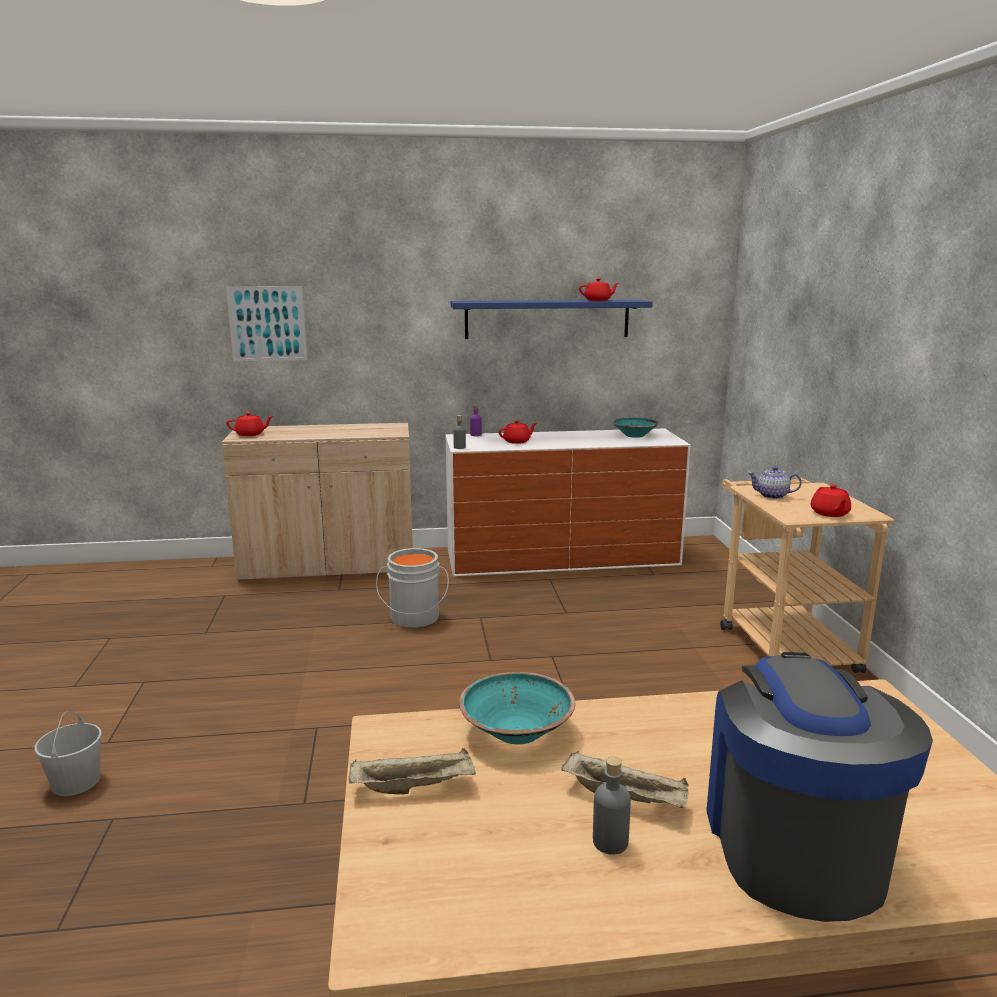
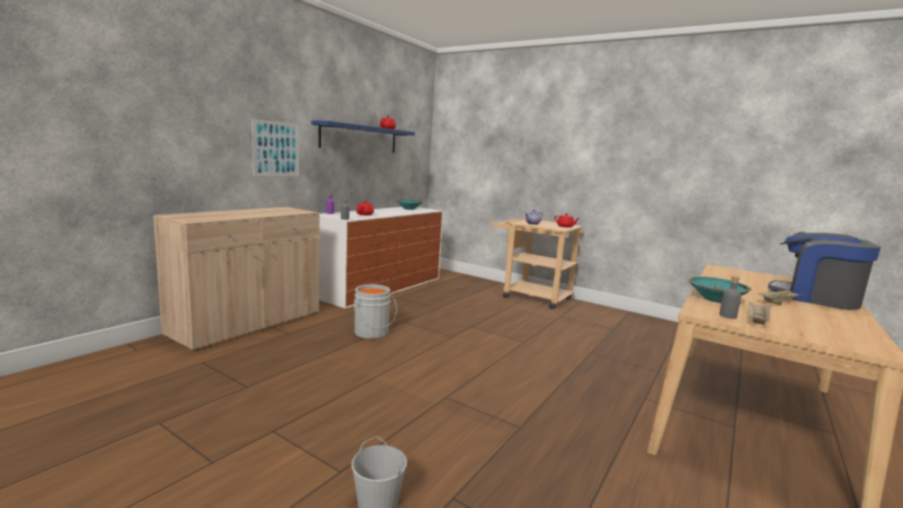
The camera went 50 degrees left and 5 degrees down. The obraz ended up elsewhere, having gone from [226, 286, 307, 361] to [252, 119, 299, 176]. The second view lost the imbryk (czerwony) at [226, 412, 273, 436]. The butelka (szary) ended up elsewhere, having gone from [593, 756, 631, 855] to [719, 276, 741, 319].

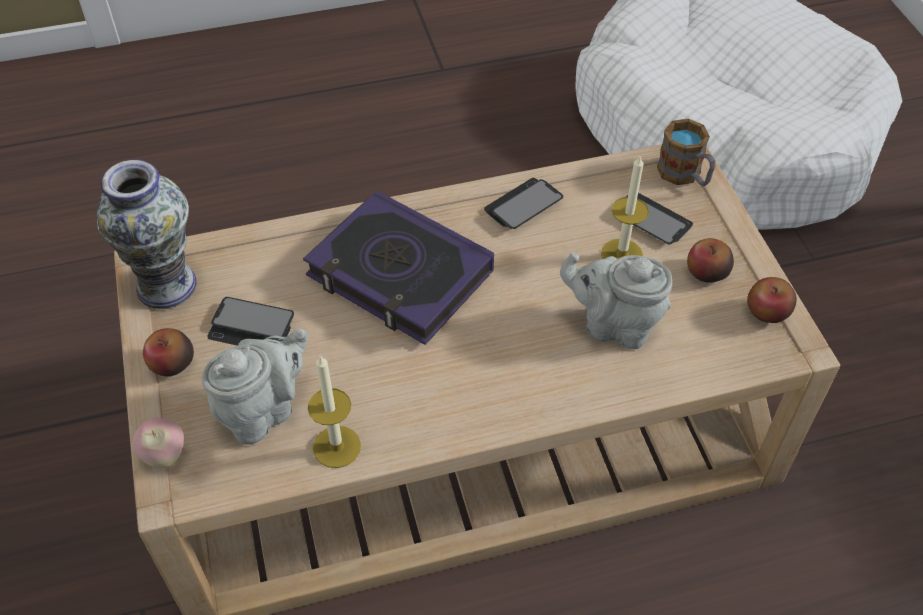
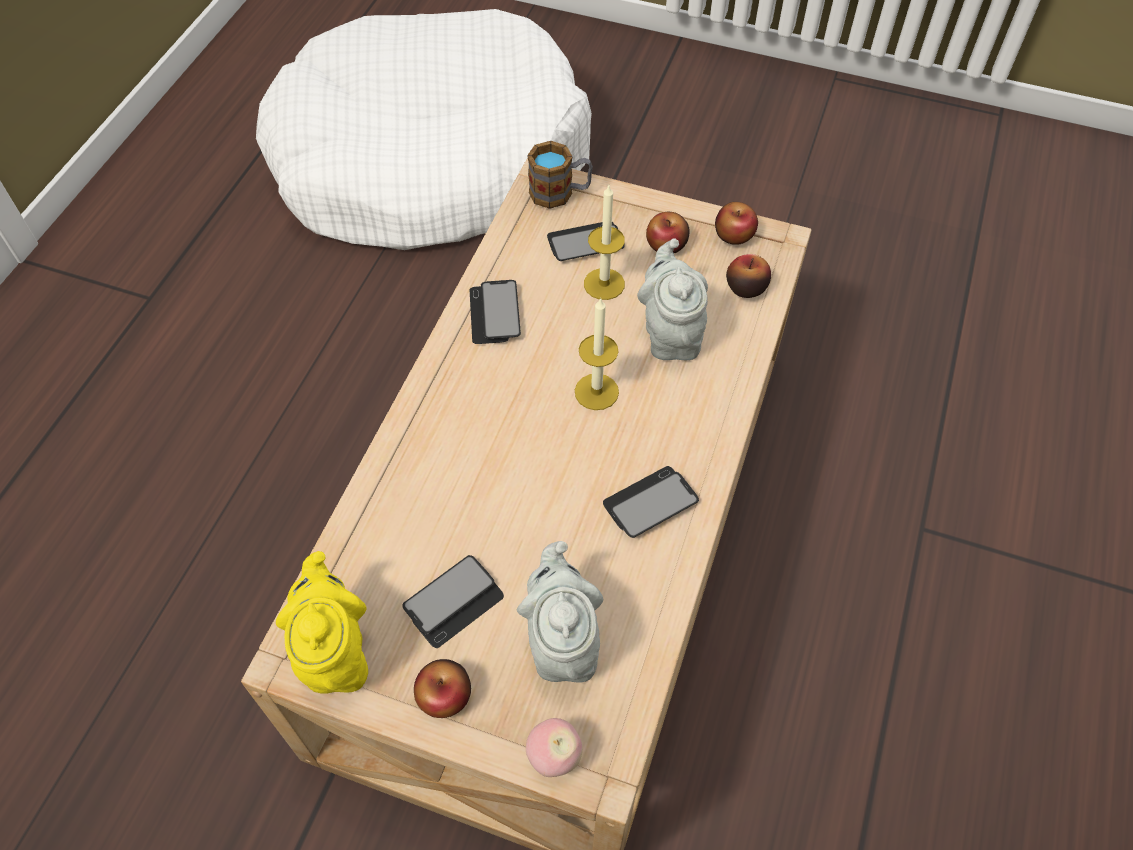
The camera went 55 degrees left and 5 degrees up. Where the wazon stood at [97, 159, 197, 309], the imbryk (żółty) came to stand at [276, 551, 368, 694]. The second view lost the książka at [303, 191, 494, 345]. The świeca ended up elsewhere, having gone from [308, 354, 361, 468] to [575, 297, 619, 410]. The imbryk (szary) at [560, 252, 672, 349] ended up facing another way, 120 degrees clockwise from before. The second view gained the telefon at [603, 466, 699, 538]. The second view gained the jabłko at [726, 254, 771, 298].

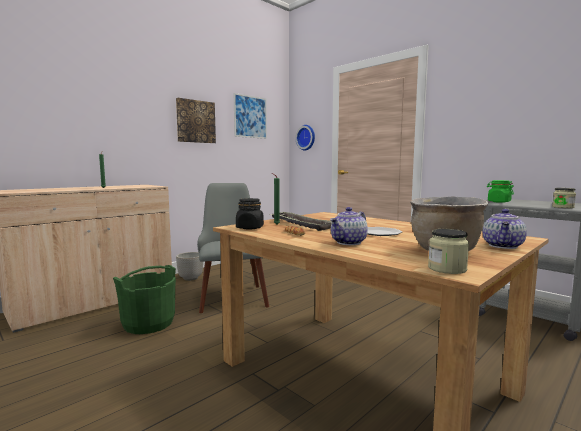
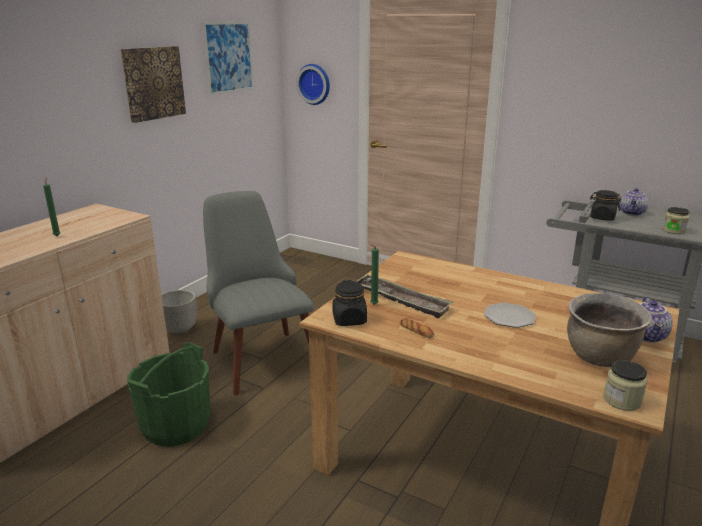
The camera went 15 degrees left and 15 degrees up. The imbryk ended up elsewhere, having gone from [330, 207, 368, 245] to [619, 188, 649, 216]. What was the słoik (zielony) at [487, 180, 514, 203] turned into the słoik (czarny) at [590, 190, 621, 221].

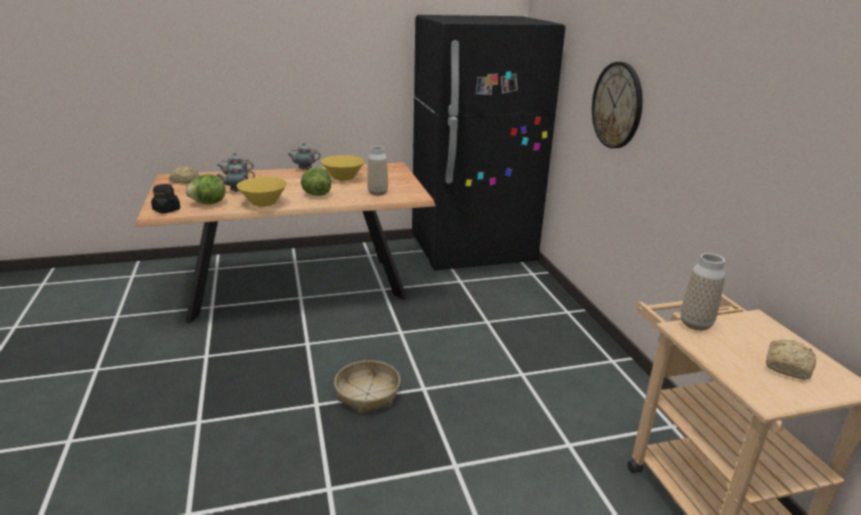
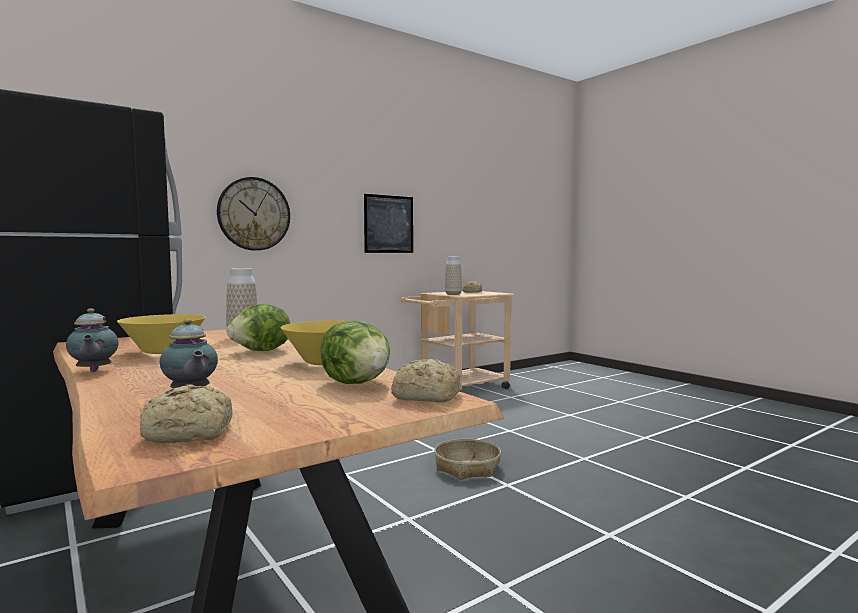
The camera went 110 degrees left and 20 degrees down. Where the słoik (czarny) stood at [151, 184, 180, 214], the chleb came to stand at [391, 359, 461, 403]. The second view lost the imbryk at [216, 162, 255, 192]. The second view gained the obraz at [364, 194, 413, 253].

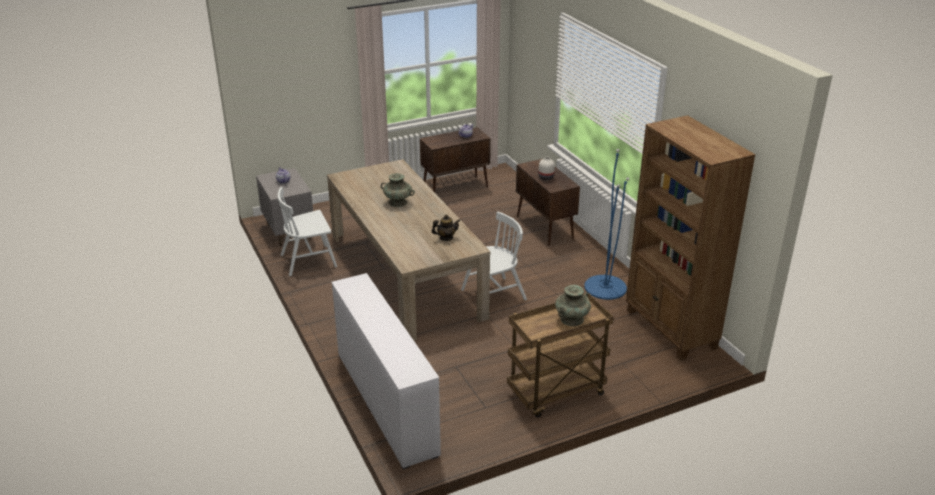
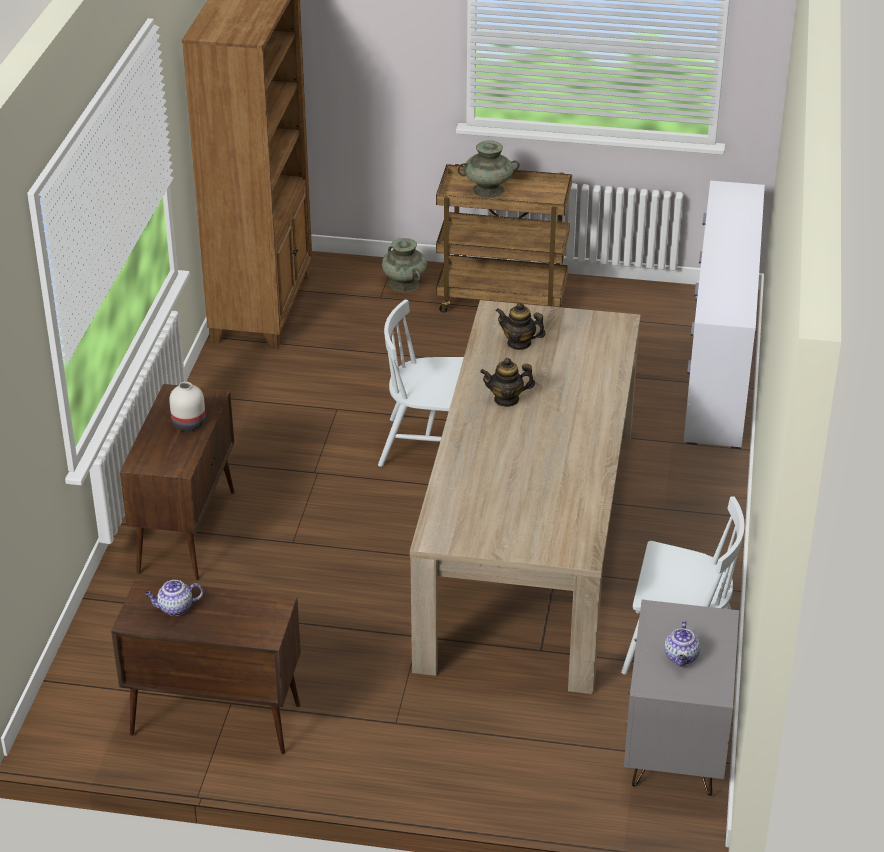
The camera went 145 degrees left and 5 degrees up. The wazon (turkusowy) ended up elsewhere, having gone from [381, 173, 415, 207] to [382, 238, 427, 292]. The second view lost the lampa stojąca (niebieski) at [584, 149, 629, 300]. The second view gained the imbryk at [480, 358, 535, 407].

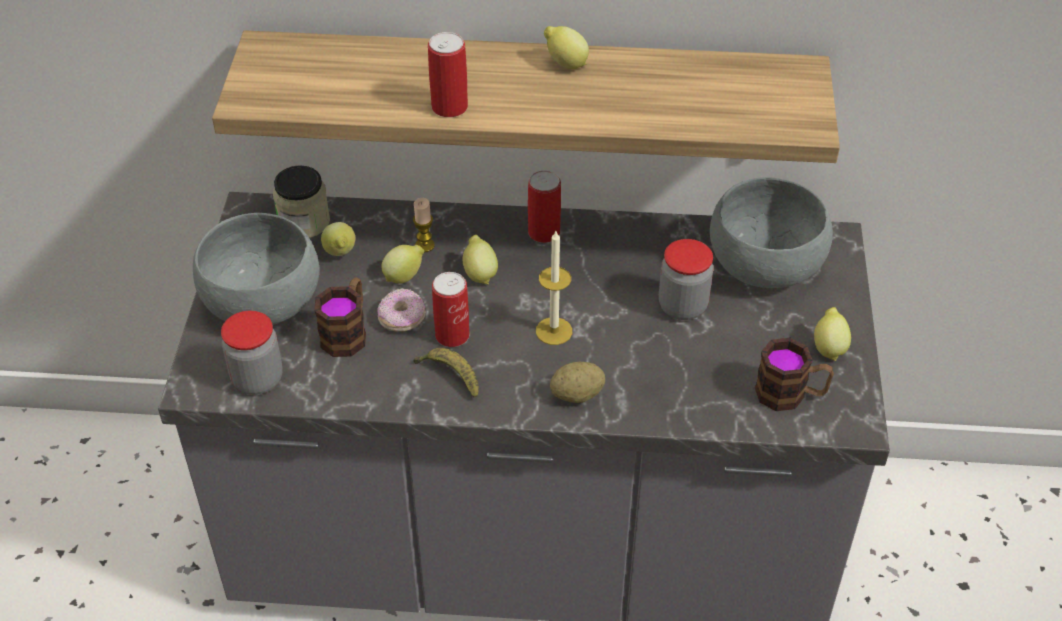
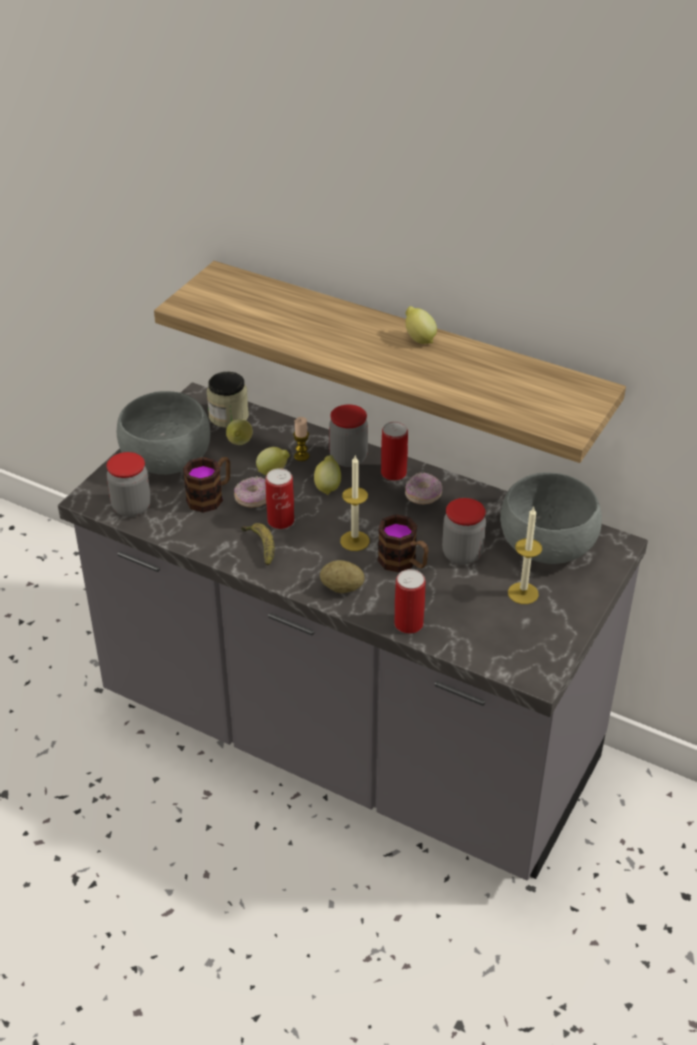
The camera went 25 degrees right and 5 degrees down. The puszka ended up elsewhere, having gone from [428, 32, 468, 117] to [394, 569, 425, 634]. The kubek ended up elsewhere, having gone from [755, 338, 834, 411] to [377, 514, 429, 572]. The second view lost the cytryna at [814, 307, 851, 361]. The second view gained the słoik at [329, 404, 368, 467]. The second view gained the donut at [405, 473, 442, 504]. The second view gained the świeca at [508, 507, 542, 604].

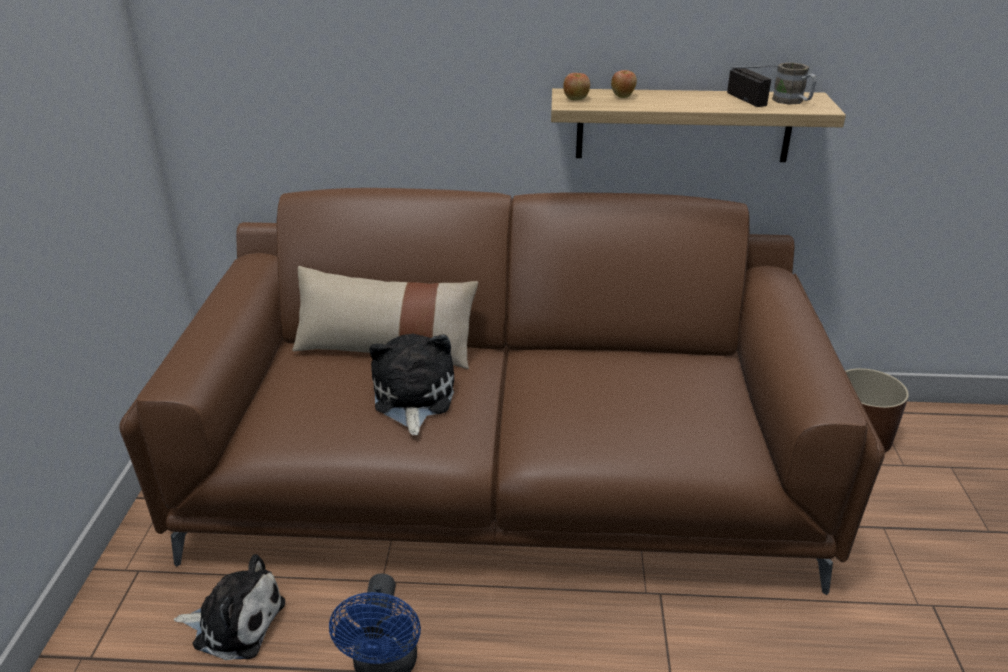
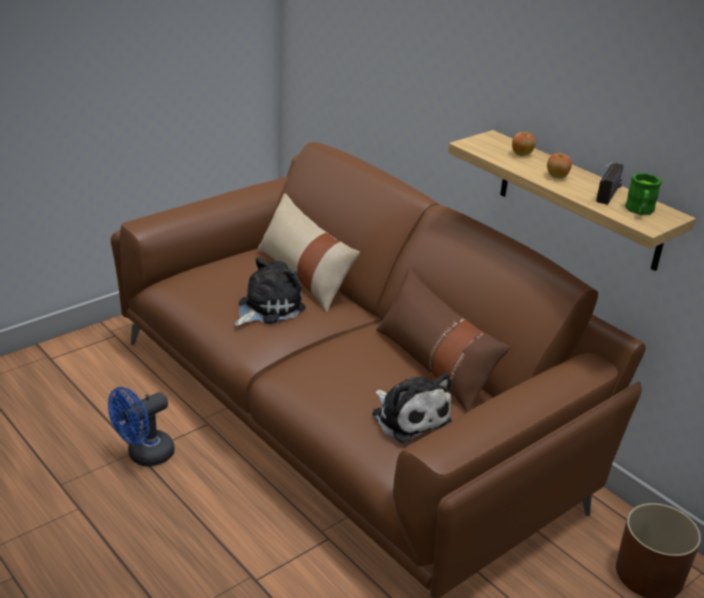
The camera went 45 degrees right and 0 degrees up. The pluszak ended up elsewhere, having gone from [174, 554, 285, 660] to [372, 373, 452, 443]. The jabłko ended up elsewhere, having gone from [563, 73, 590, 100] to [547, 153, 572, 179]. What was the kubek (brązowy) at [772, 63, 816, 105] turned into the kubek (zielony) at [625, 173, 662, 215]. The second view gained the poduszka (brązowy) at [376, 268, 510, 412].

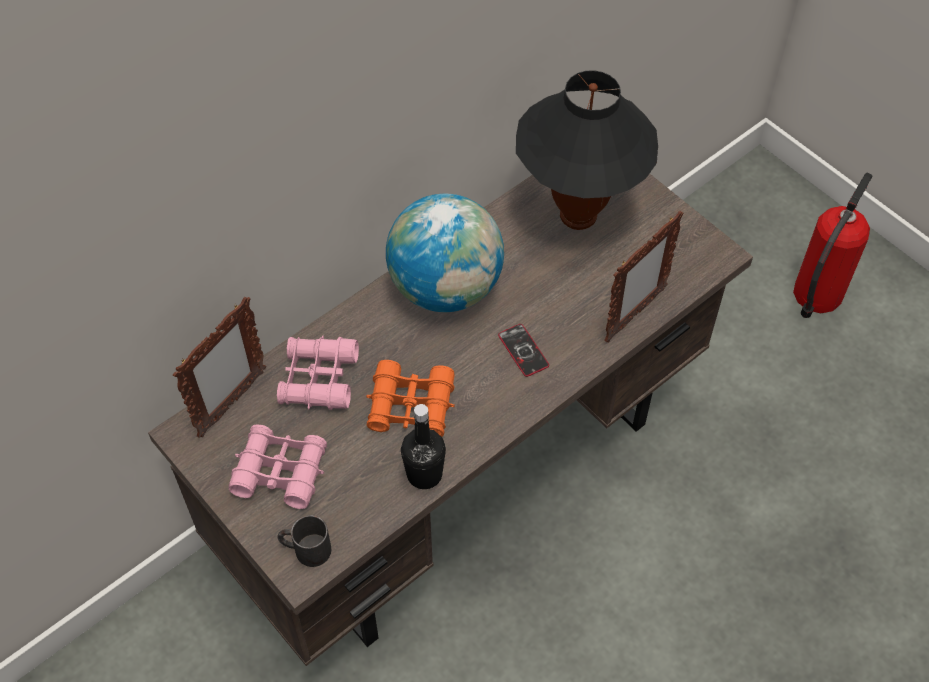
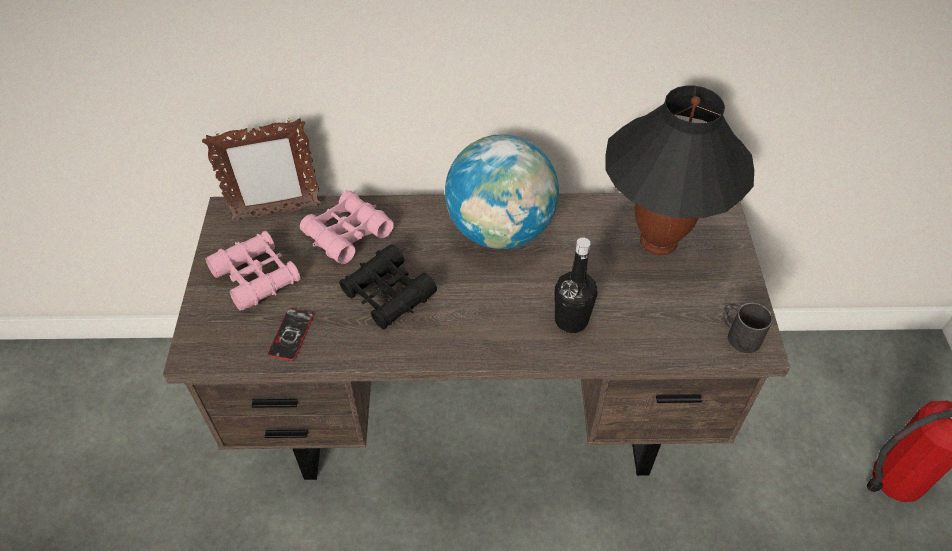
The camera went 40 degrees right and 5 degrees down. The kubek (czarny) ended up elsewhere, having gone from [278, 515, 331, 567] to [722, 302, 773, 353]. What was the lornetka (pomarańczowy) at [366, 360, 455, 437] turned into the lornetka (czarny) at [339, 244, 437, 330]. The butelka (czarny) ended up elsewhere, having gone from [401, 404, 446, 489] to [555, 238, 598, 333]. The telefon ended up elsewhere, having gone from [498, 324, 549, 377] to [268, 308, 314, 361]. The second view lost the ramka na zdjęcie at [604, 211, 684, 342].

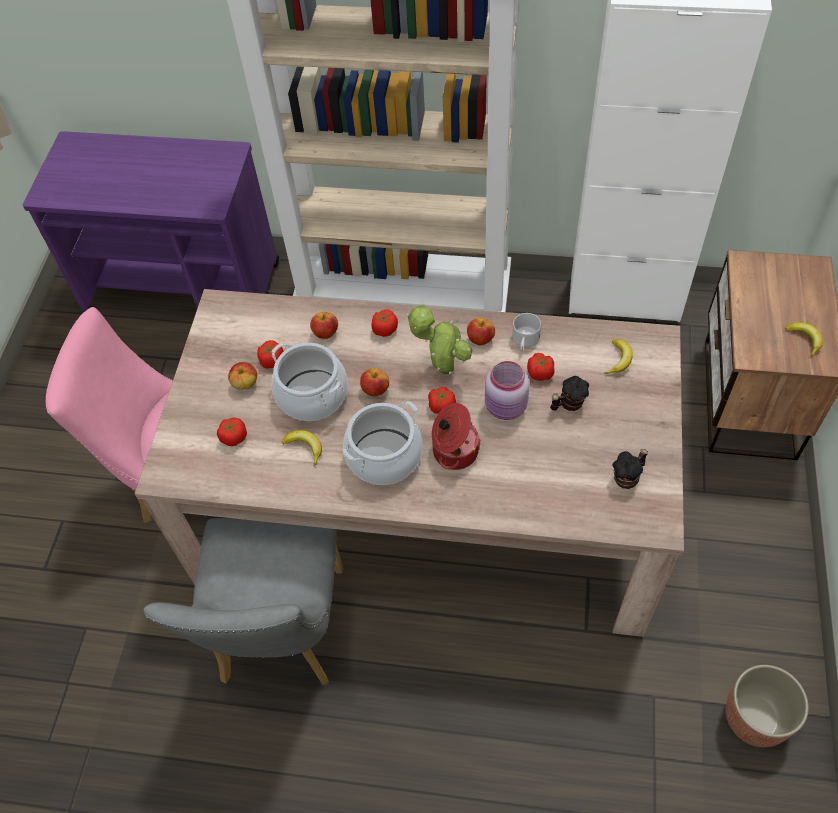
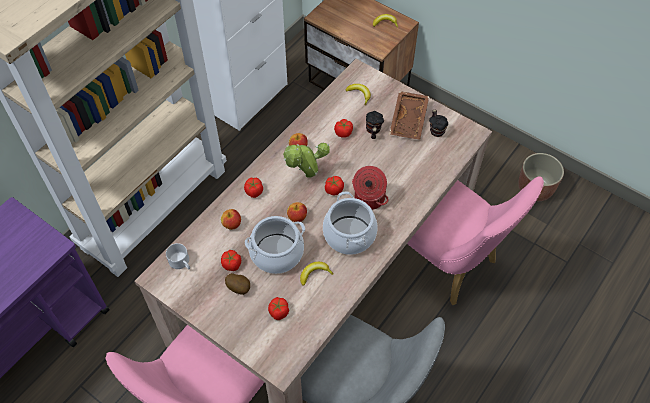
The camera went 65 degrees left and 0 degrees up. Where the jabłko stood at [228, 362, 257, 390], the ziemniak came to stand at [225, 273, 250, 295]. The second view lost the słoik (różowy) at [485, 361, 529, 420]. The kubek (biały) ended up elsewhere, having gone from [512, 313, 541, 351] to [166, 243, 190, 269]. The second view gained the taca (brązowy) at [389, 91, 429, 140]. The second view gained the krzesło (różowy) at [407, 176, 544, 305].

